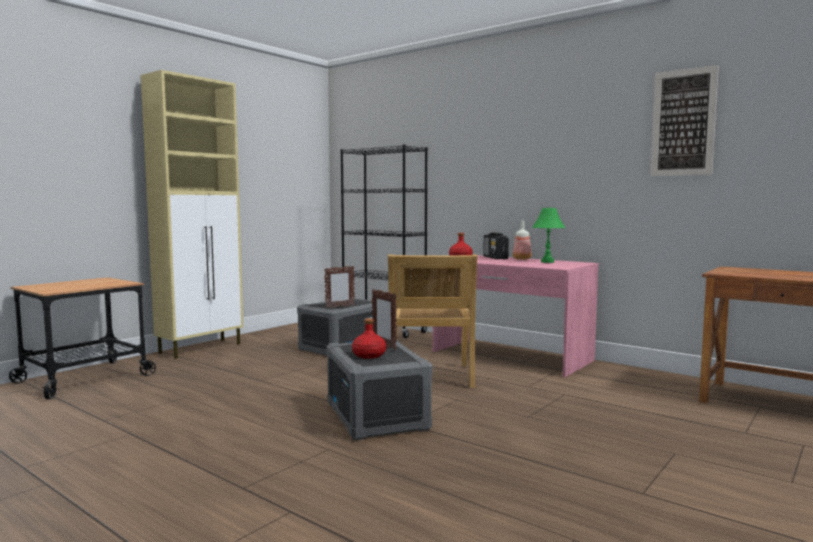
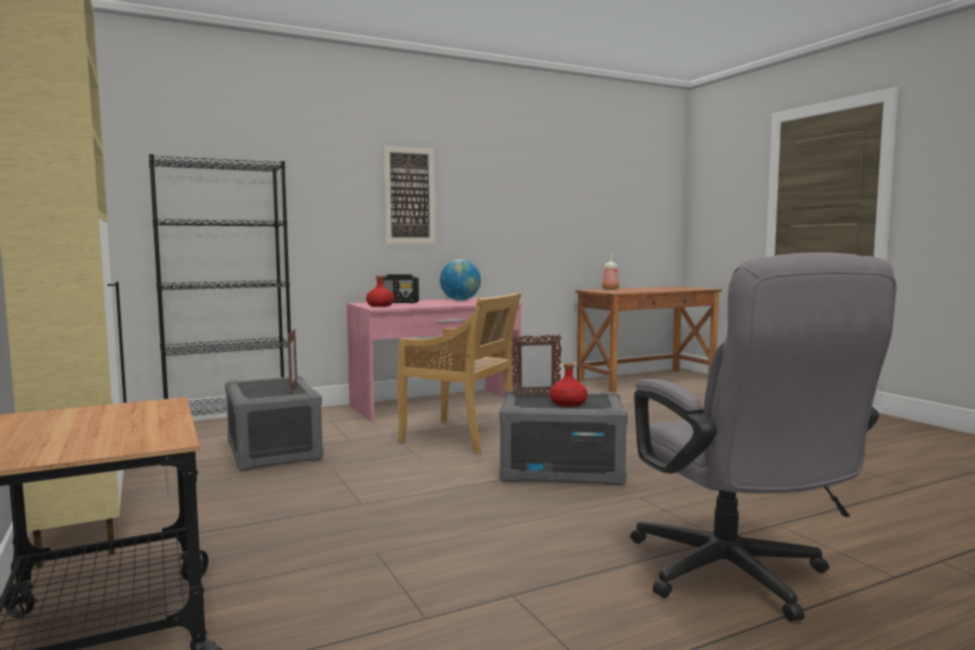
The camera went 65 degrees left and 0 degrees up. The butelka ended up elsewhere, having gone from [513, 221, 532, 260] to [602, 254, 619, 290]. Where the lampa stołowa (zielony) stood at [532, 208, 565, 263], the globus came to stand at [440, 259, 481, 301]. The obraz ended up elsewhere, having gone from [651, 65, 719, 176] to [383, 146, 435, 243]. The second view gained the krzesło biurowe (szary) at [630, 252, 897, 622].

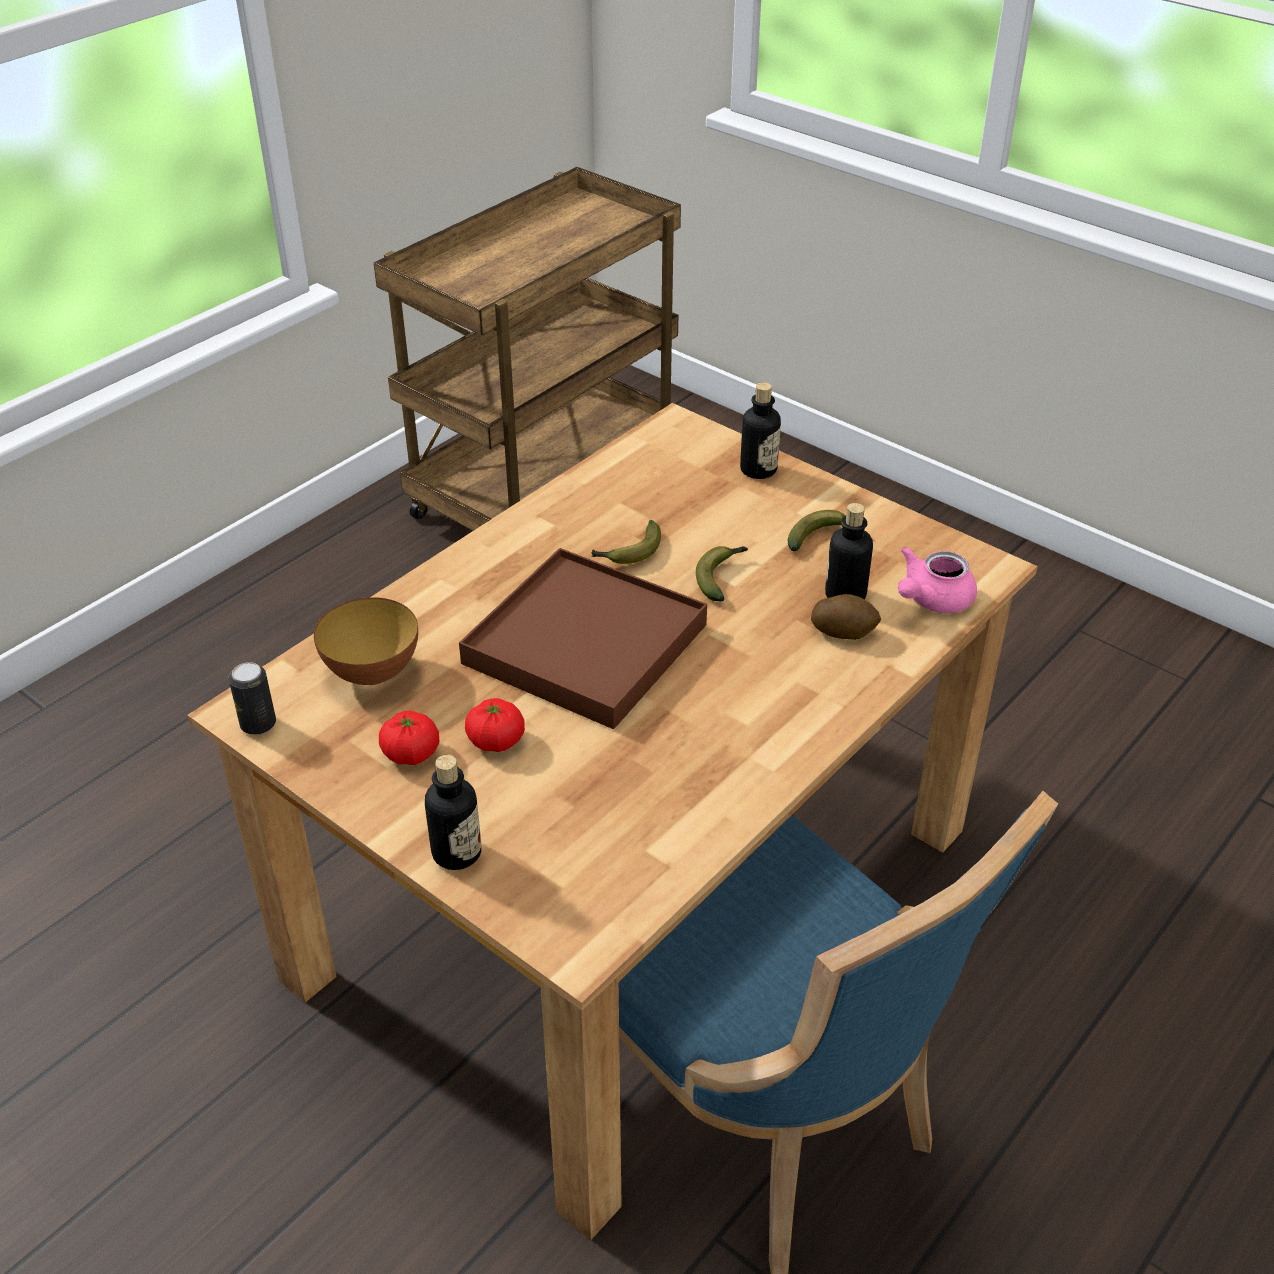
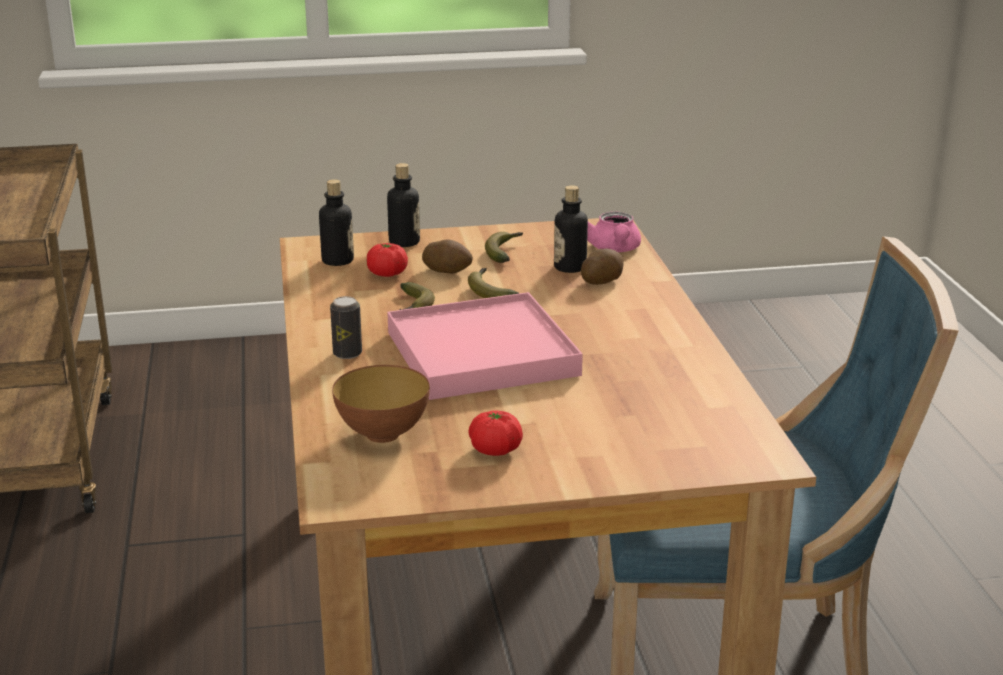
The camera went 50 degrees left and 15 degrees down. The puszka ended up elsewhere, having gone from [228, 662, 276, 735] to [330, 296, 362, 359]. The butelka ended up elsewhere, having gone from [425, 755, 481, 870] to [319, 179, 354, 266]. What was the taca (brązowy) at [459, 548, 707, 729] turned into the taca (różowy) at [387, 292, 583, 400]. The pomidor ended up elsewhere, having gone from [465, 698, 525, 752] to [367, 243, 408, 277]. The second view gained the ziemniak at [422, 239, 473, 274].

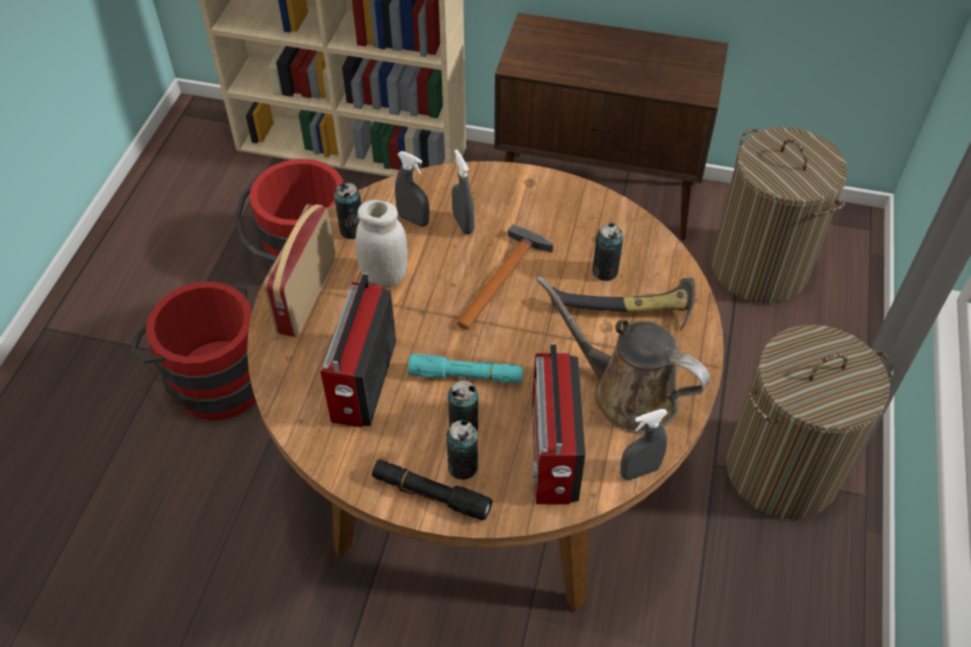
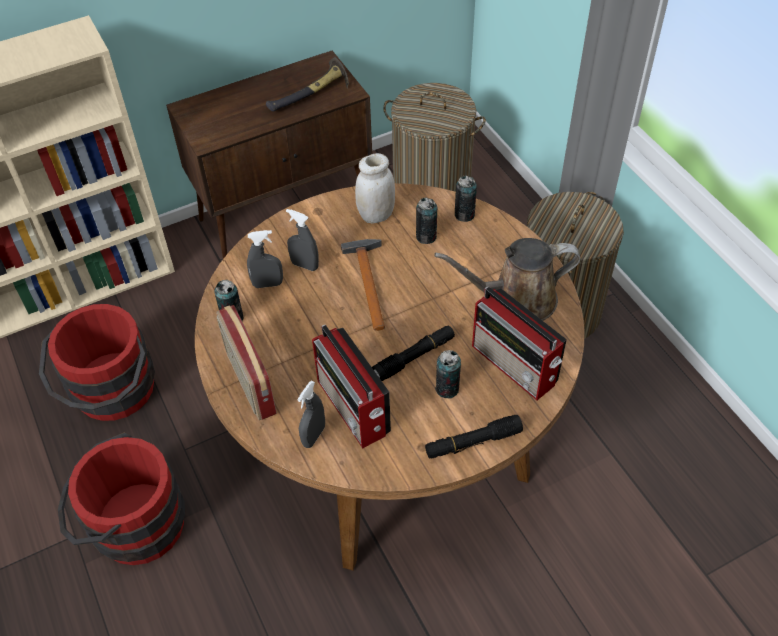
The camera went 40 degrees left and 0 degrees up. The słoik (biały) ended up elsewhere, having gone from [355, 200, 408, 286] to [355, 153, 395, 224]. What was the latarka (turkusowy) at [408, 354, 523, 383] turned into the latarka (czarny) at [372, 326, 455, 381]. The puszka ended up elsewhere, having gone from [446, 420, 478, 480] to [455, 175, 477, 222]. The młotek ended up elsewhere, having gone from [550, 278, 695, 330] to [266, 57, 349, 112]. The spryskiwacz (szary) ended up elsewhere, having gone from [620, 409, 668, 480] to [297, 381, 325, 448].

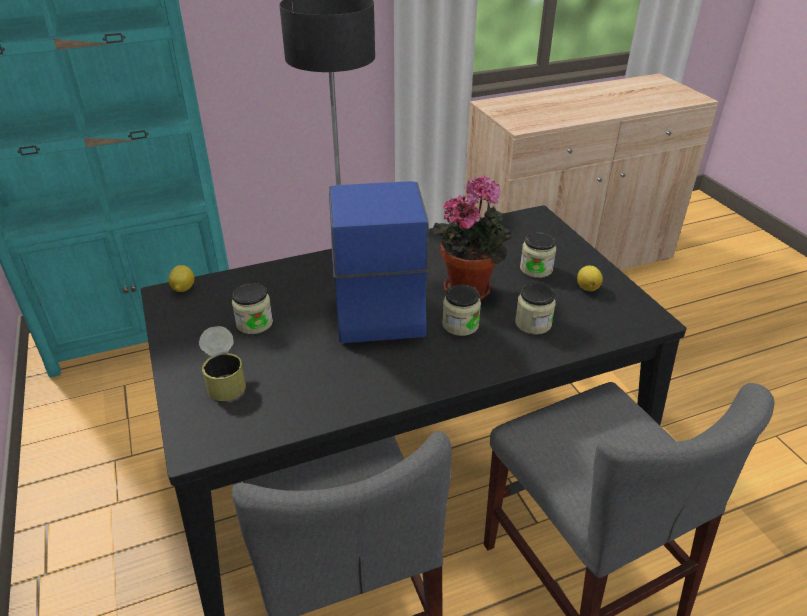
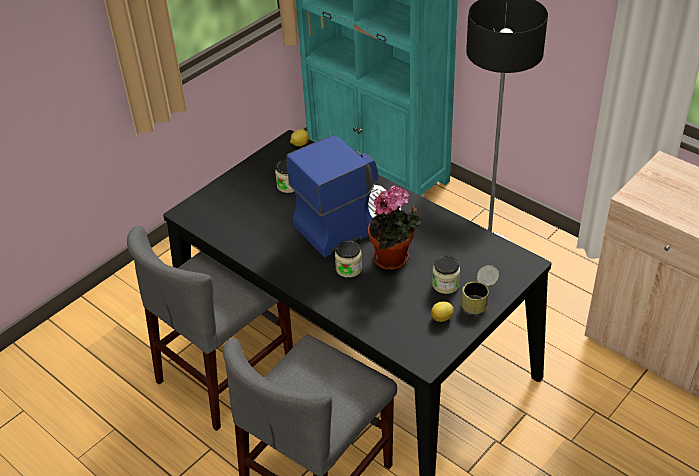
The camera went 65 degrees right and 5 degrees up. The puszka ended up elsewhere, having gone from [199, 326, 246, 401] to [462, 265, 499, 314]. The second view lost the słoik at [515, 283, 556, 335].

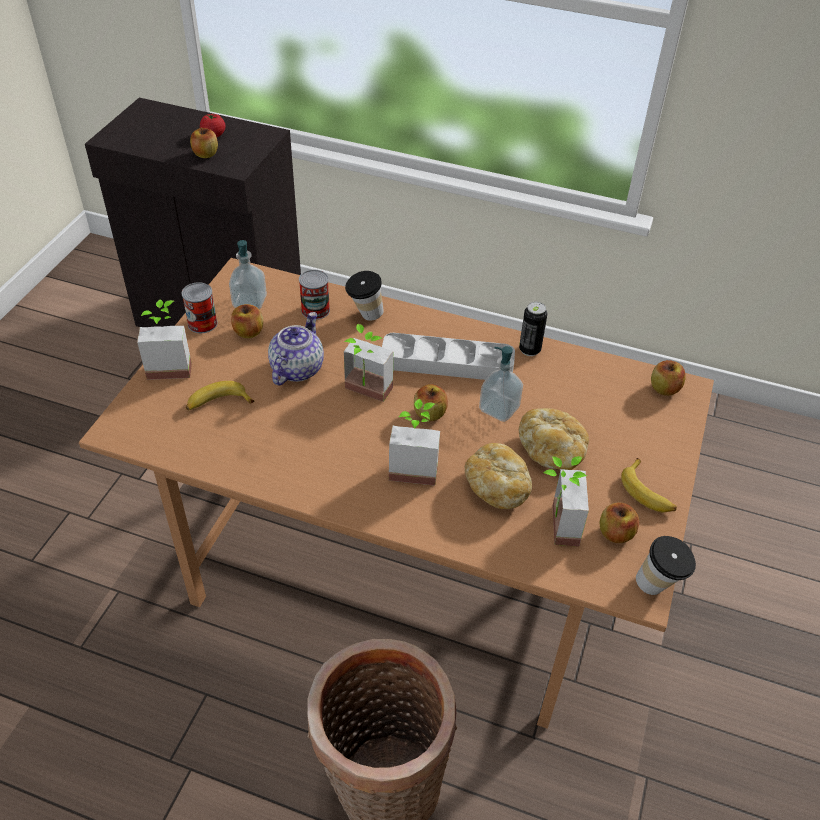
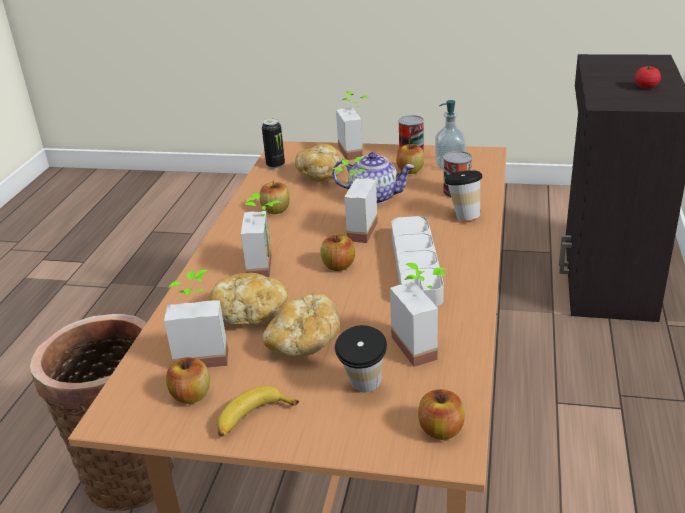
The camera went 85 degrees right and 15 degrees down. Where the banan stood at [186, 381, 254, 410], the chleb came to stand at [295, 144, 345, 182]. The jabłko ended up elsewhere, having gone from [190, 128, 218, 158] to [260, 180, 290, 214]. The second view lost the dozownik mydła at [479, 346, 523, 422]. The puszka ended up elsewhere, having gone from [519, 302, 548, 356] to [262, 118, 285, 169]. The filiżanka ended up elsewhere, having gone from [636, 536, 696, 595] to [335, 325, 387, 392]. The second view gained the roślina doniczkowa at [390, 263, 446, 367].

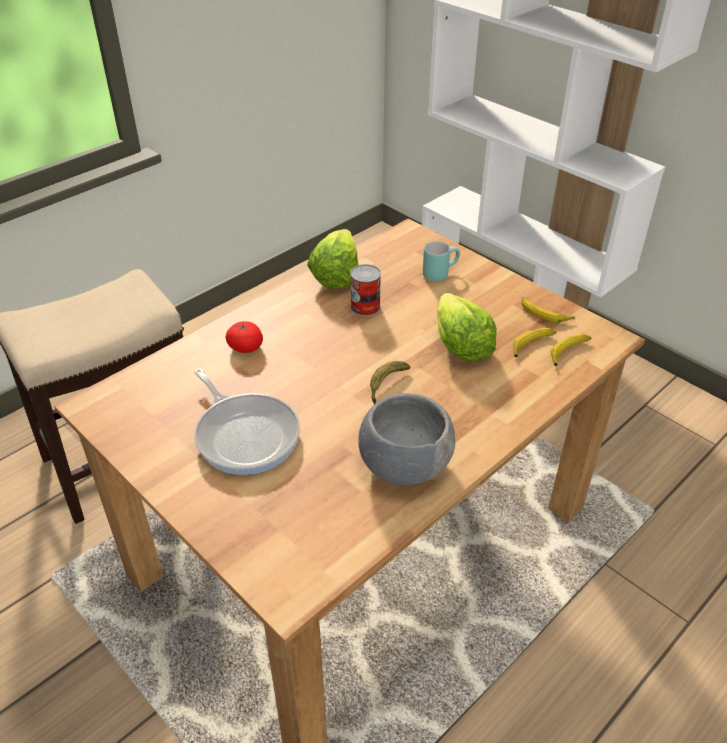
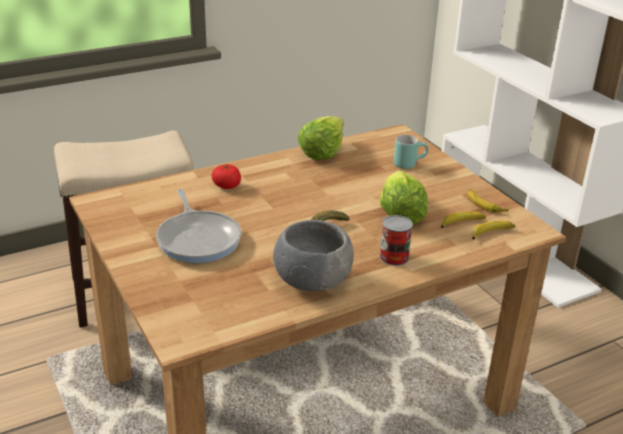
The camera went 15 degrees right and 10 degrees down. The puszka ended up elsewhere, having gone from [350, 264, 381, 316] to [380, 215, 413, 266].

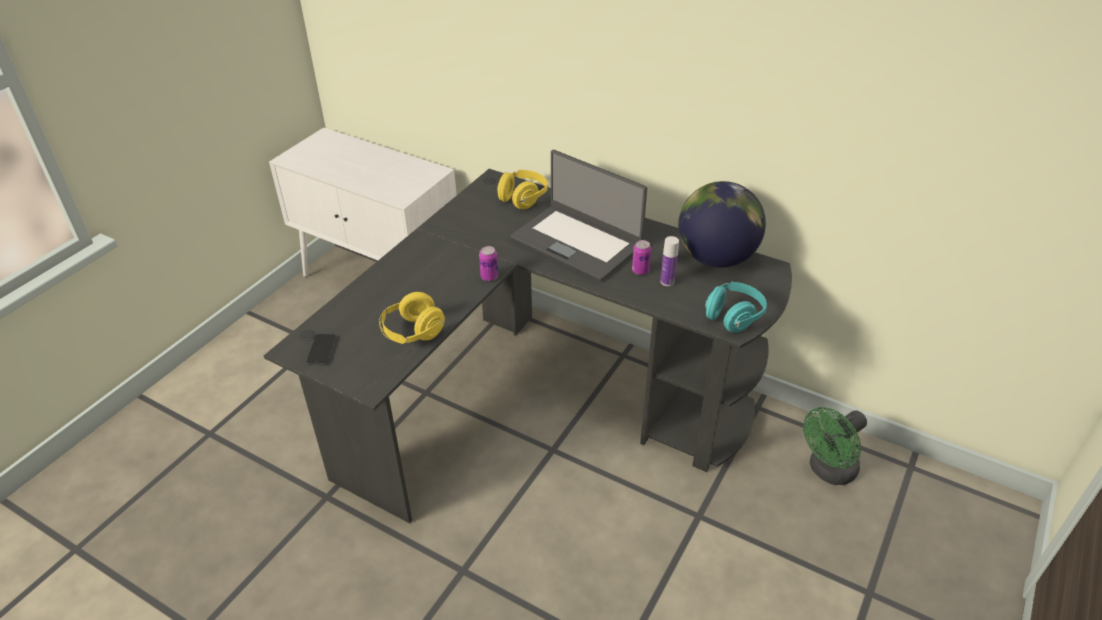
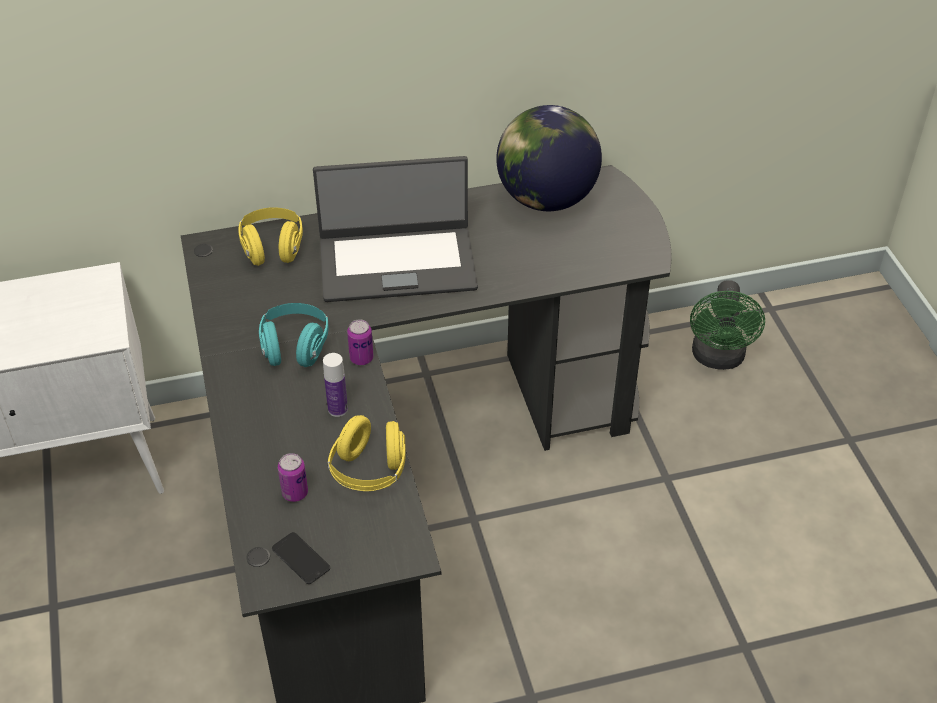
The camera went 45 degrees left and 5 degrees up. The puszka ended up elsewhere, having gone from [632, 240, 651, 275] to [278, 453, 308, 502]. The butelka ended up elsewhere, having gone from [660, 236, 679, 286] to [323, 353, 348, 417]. The słuchawki (turkusowy) ended up elsewhere, having gone from [705, 282, 767, 333] to [259, 303, 329, 367].

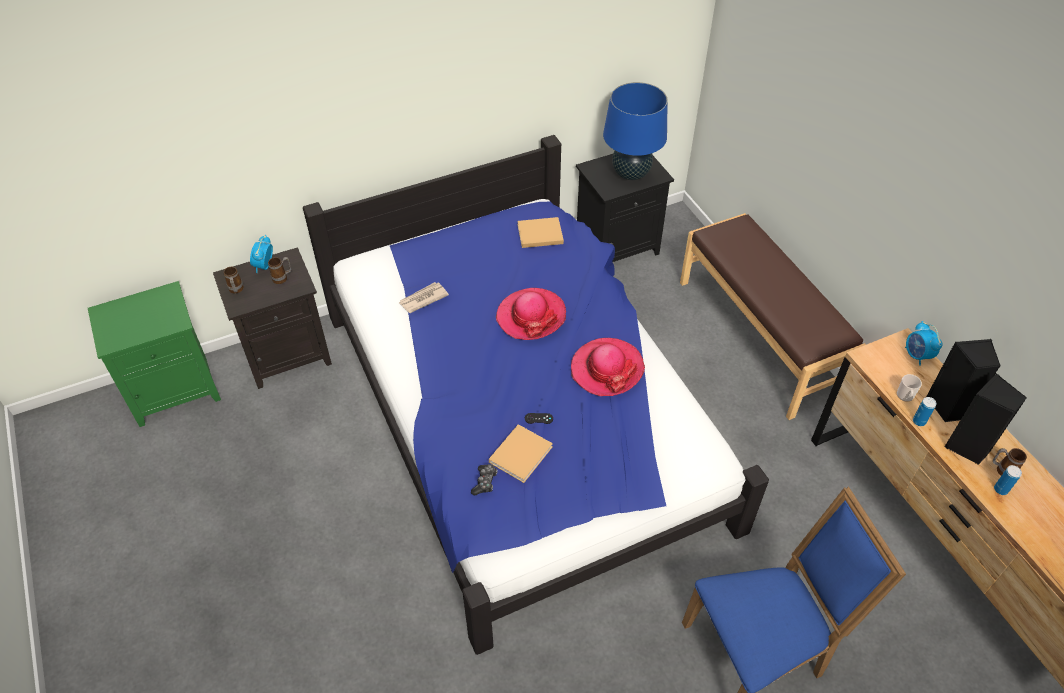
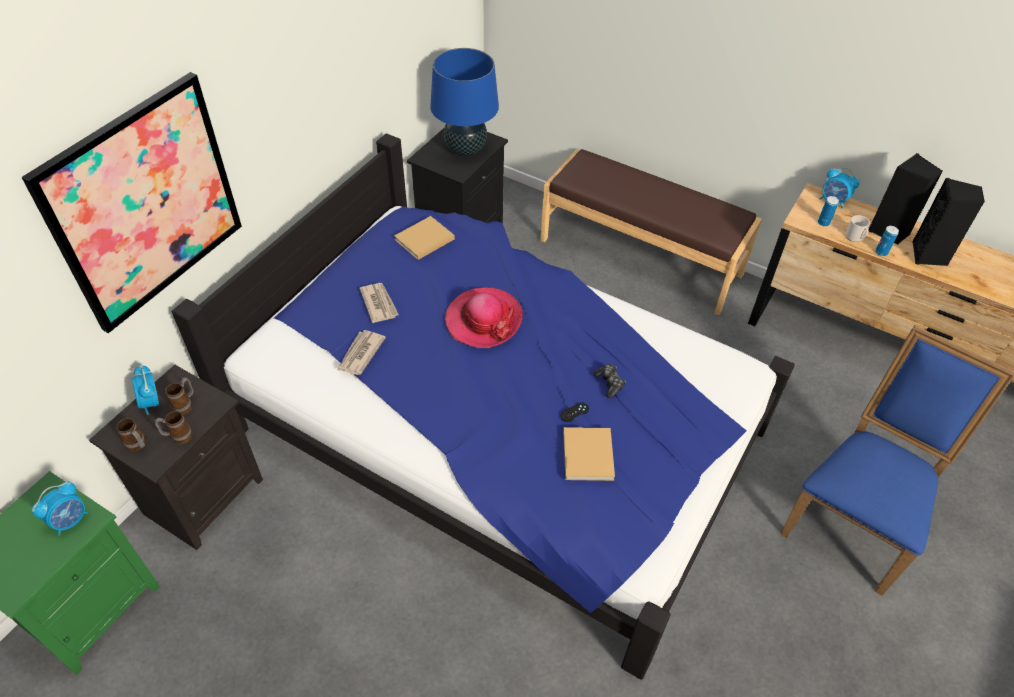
The camera went 35 degrees left and 0 degrees up. The pad do gier ended up elsewhere, having gone from [471, 464, 497, 495] to [593, 364, 626, 398]. The second view lost the kapelusz at [571, 338, 645, 396]. The kubek ended up elsewhere, having gone from [993, 448, 1027, 476] to [155, 411, 193, 444]. The puszka ended up elsewhere, having gone from [994, 465, 1022, 495] to [818, 196, 839, 227]. The second view gained the obraz at [22, 72, 242, 334]. The second view gained the budzik at [31, 481, 88, 536]. The second view gained the gazeta at [360, 283, 399, 323].

